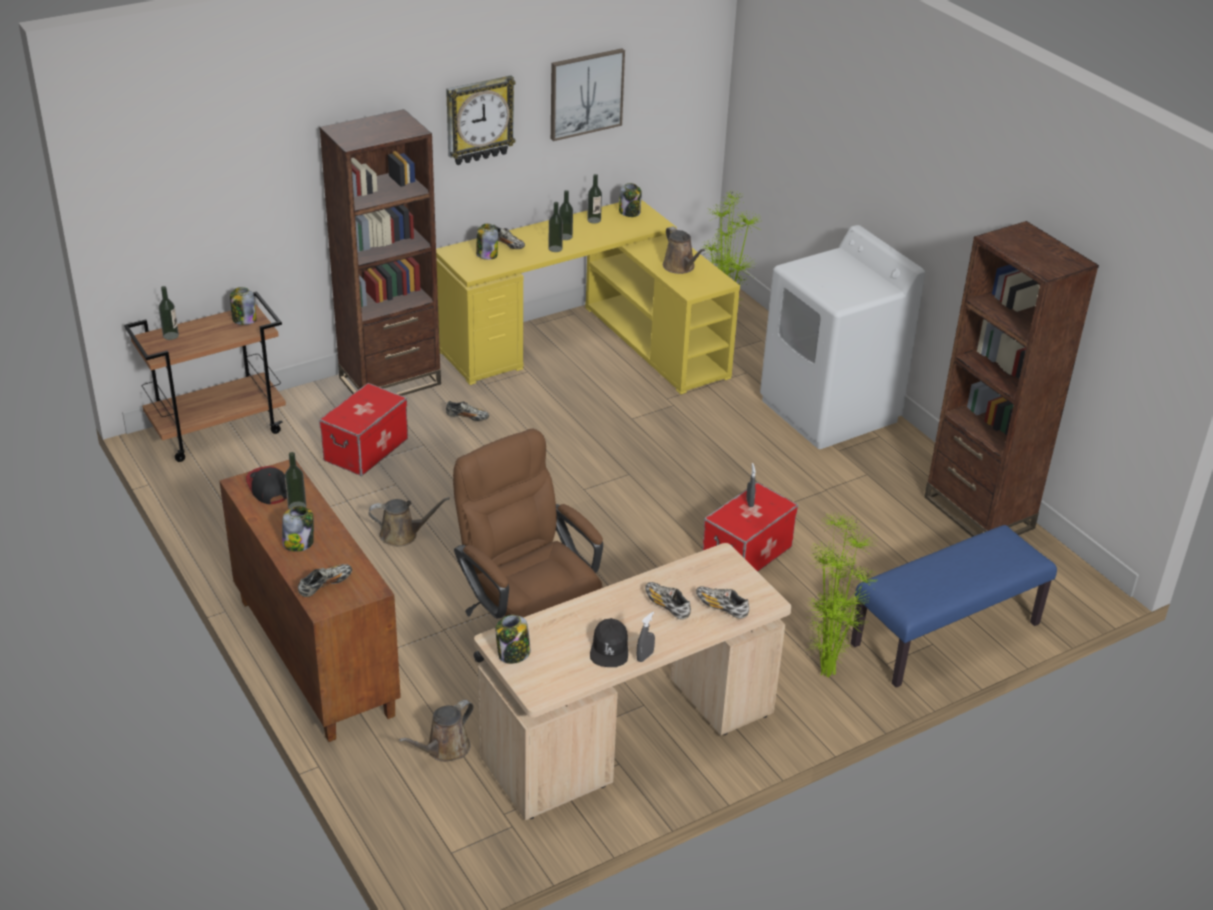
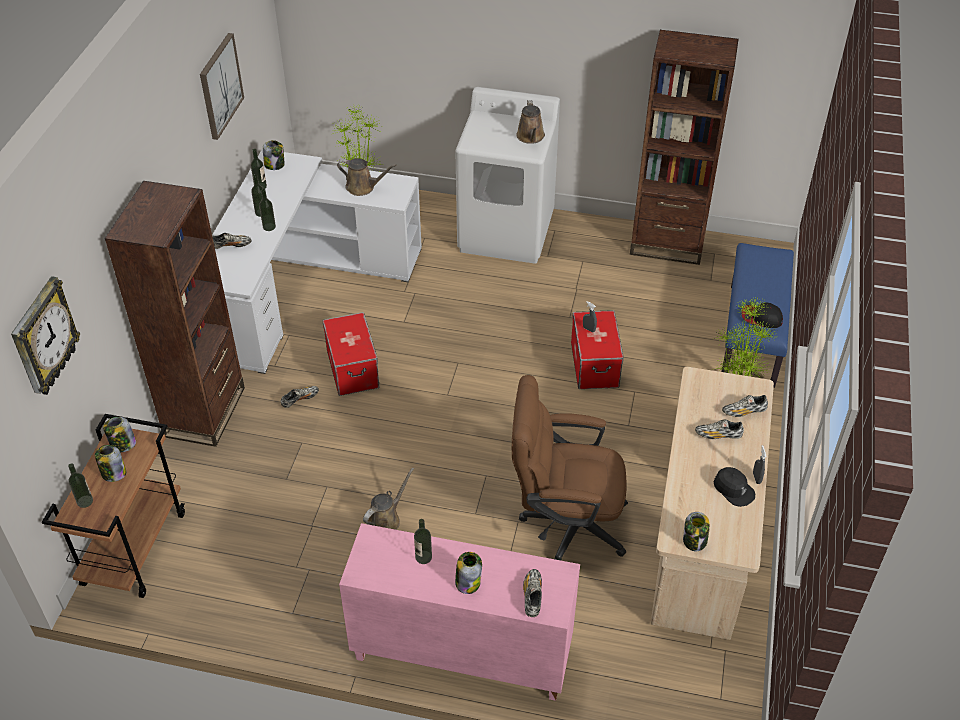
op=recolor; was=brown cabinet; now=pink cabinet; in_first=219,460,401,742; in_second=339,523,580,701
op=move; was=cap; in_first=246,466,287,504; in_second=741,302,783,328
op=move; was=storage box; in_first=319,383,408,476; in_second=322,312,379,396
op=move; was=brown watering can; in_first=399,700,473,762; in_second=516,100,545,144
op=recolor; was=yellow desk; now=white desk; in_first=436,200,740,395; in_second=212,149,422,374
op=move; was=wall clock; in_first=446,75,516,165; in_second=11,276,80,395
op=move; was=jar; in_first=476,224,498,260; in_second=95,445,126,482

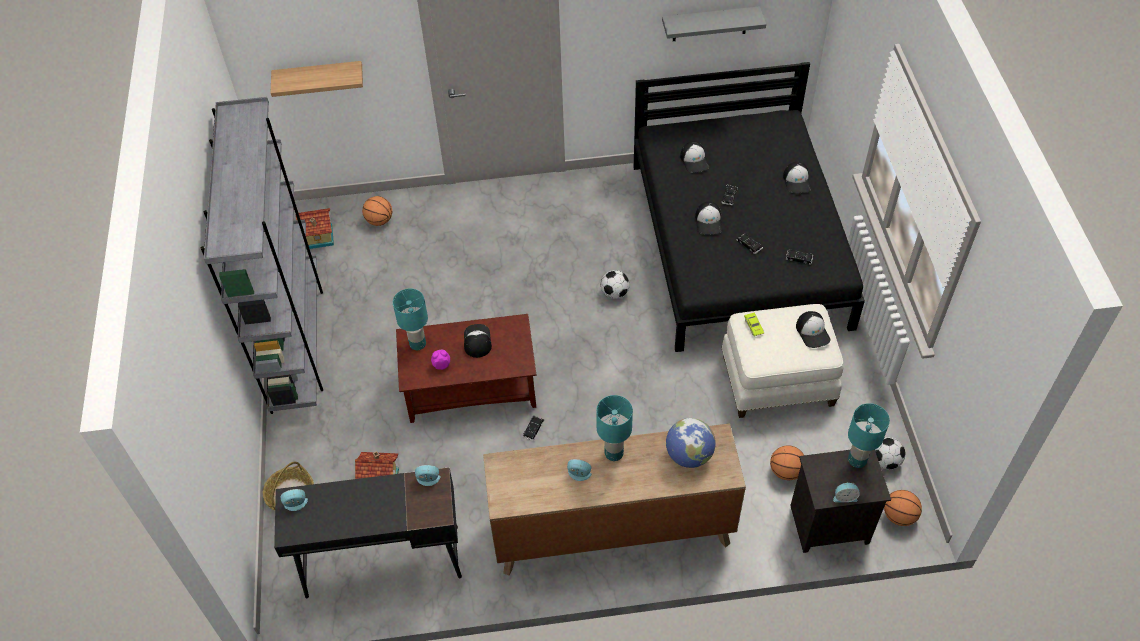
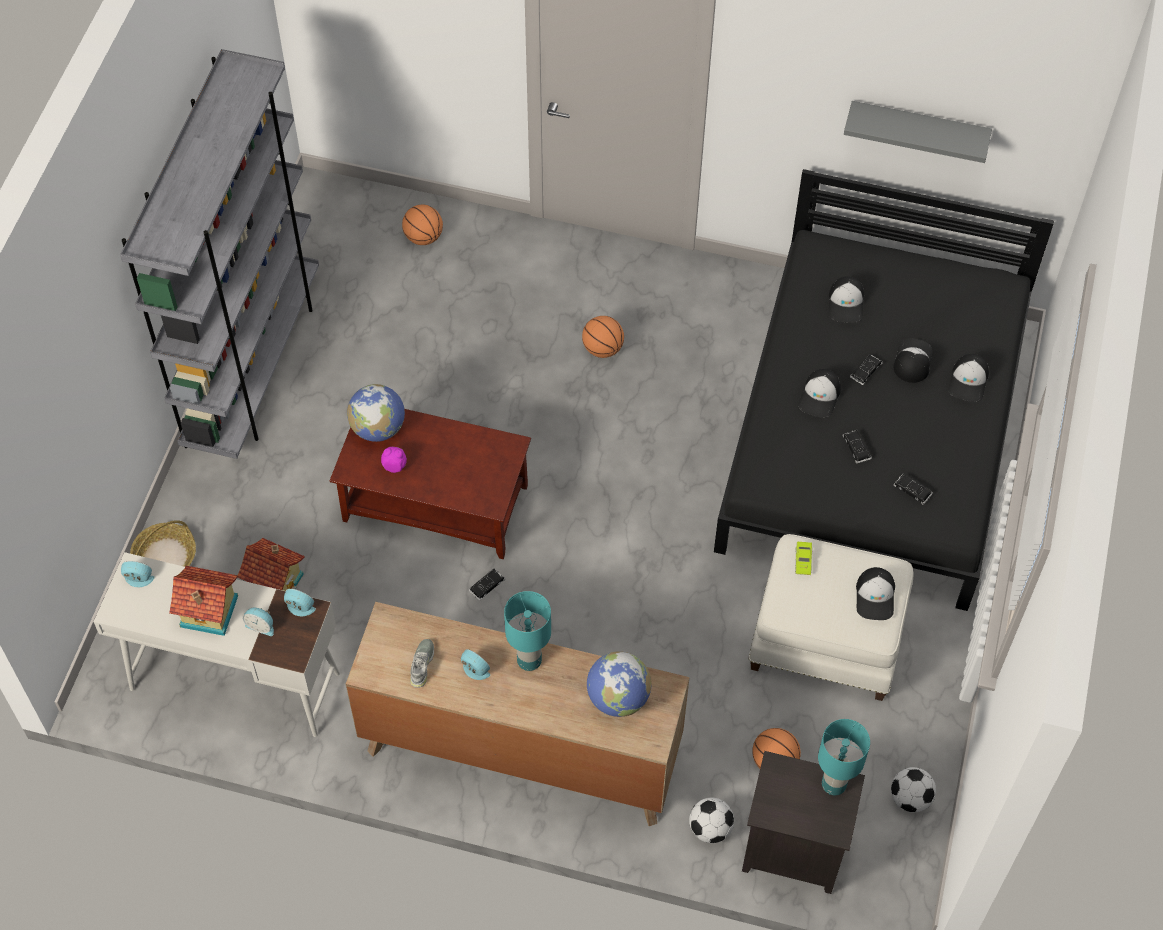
op=delete; was=shelf; in_first=271,61,363,97
op=recolor; was=black desk; now=white desk; in_first=274,467,462,598; in_second=94,552,340,737
op=move; was=toy house; in_first=296,208,334,250; in_second=169,566,238,636
op=replace; was=turquoise table lamp; now=globe; in_first=393,289,428,350; in_second=347,384,405,442
op=move; was=cap; in_first=464,324,492,358; in_second=893,338,933,383
op=move; was=football; in_first=601,270,630,299; in_second=689,797,734,843
op=move; was=alarm clock; in_first=833,482,860,502; in_second=243,608,274,636
op=move; was=basketball; in_first=884,490,922,526; in_second=582,316,624,358
op=insert; now=grey shoe; in_second=410,639,434,688

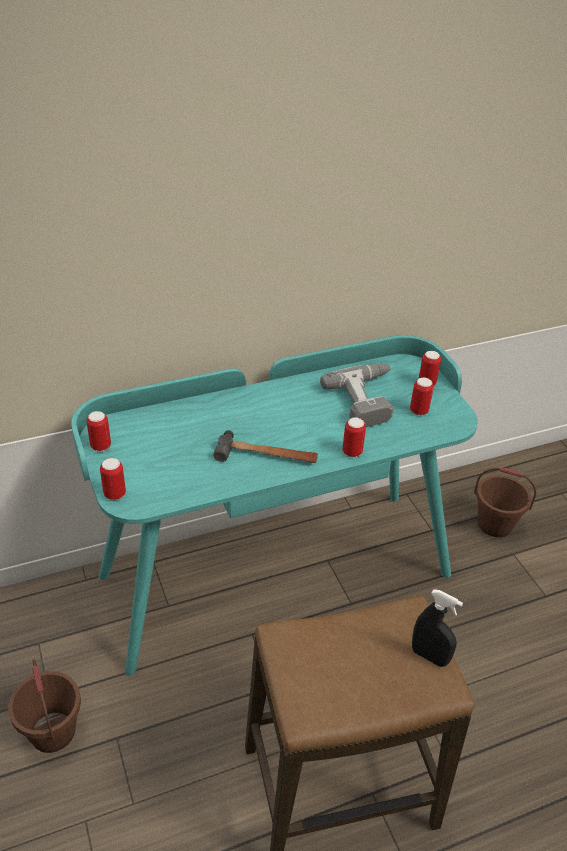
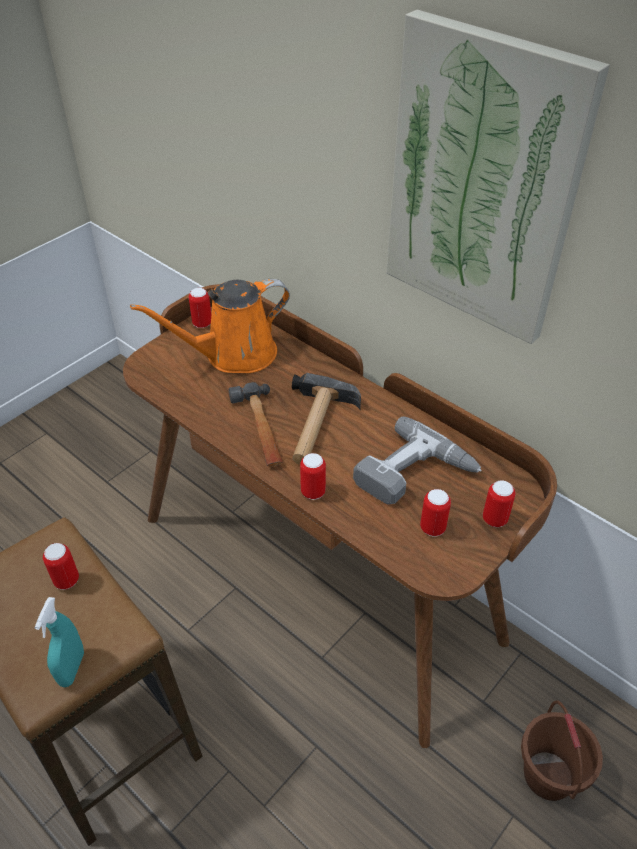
op=delete; was=brown bucket; in_first=8,659,81,753
op=recolor; was=turquoise desk; now=brown desk; in_first=71,335,478,676; in_second=123,284,557,748
op=move; was=can; in_first=100,458,126,500; in_second=43,543,79,590
op=recolor; was=black spray bottle; now=turquoise spray bottle; in_first=412,589,463,667; in_second=34,597,84,687
op=insert; now=orange watering can; in_second=130,279,290,373
op=insert; now=hammer; in_second=292,373,361,465
op=insert; now=picture; in_second=386,9,610,344

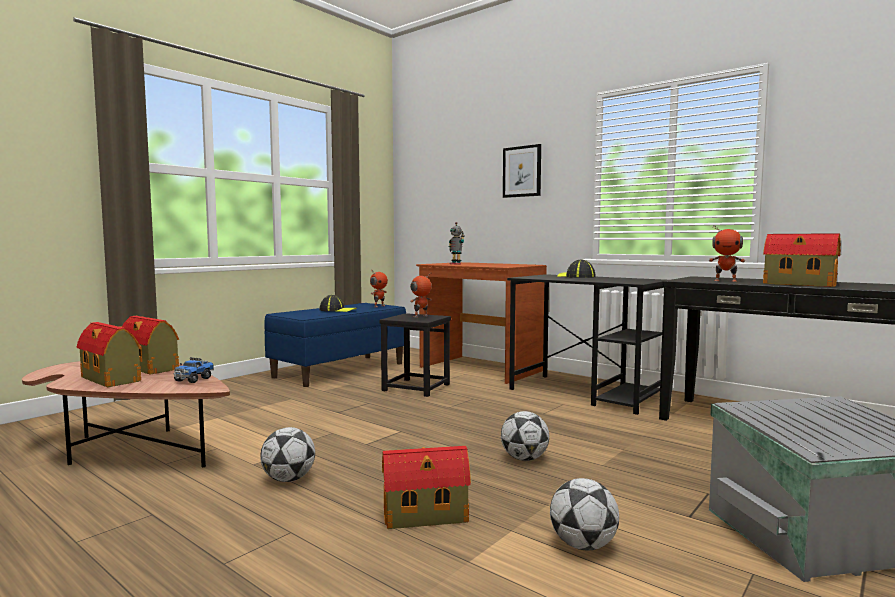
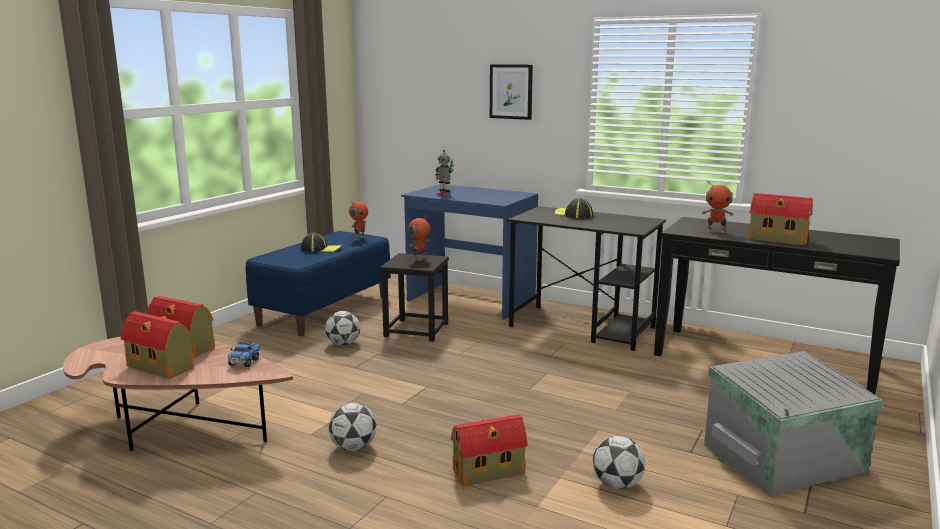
op=recolor; was=brown desk; now=blue desk; in_first=416,262,547,384; in_second=401,184,538,320
op=move; was=football; in_first=501,411,549,461; in_second=325,311,360,346

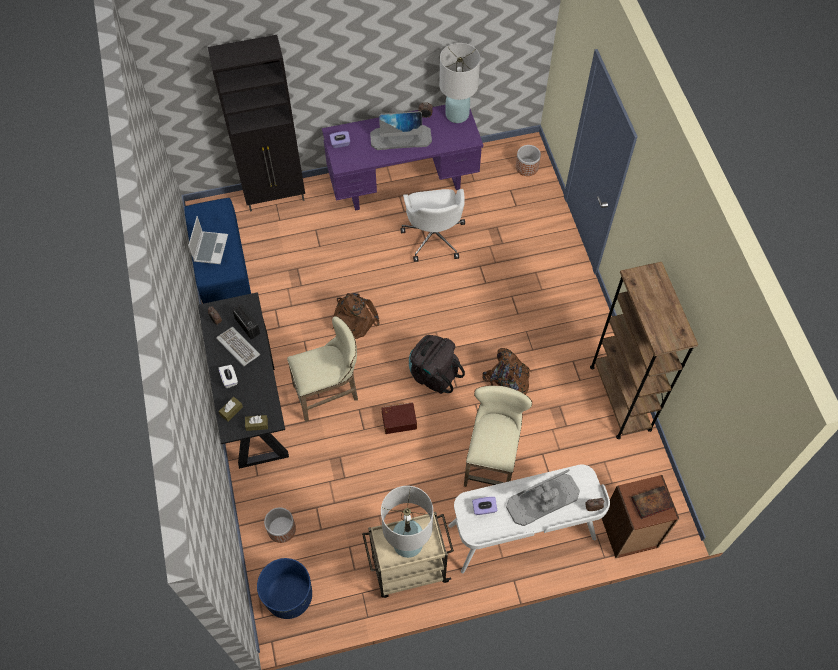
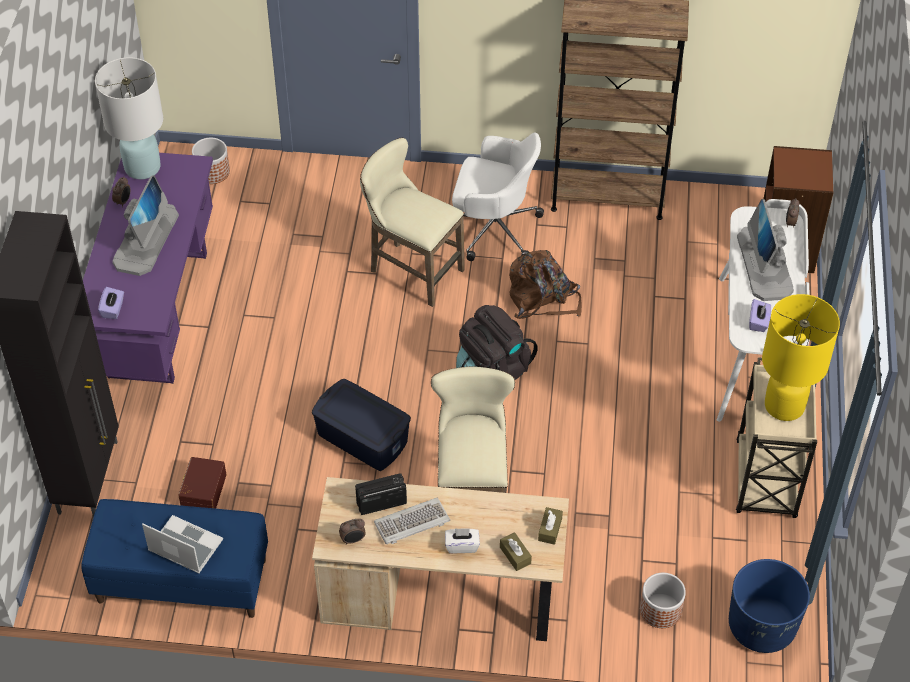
op=recolor; was=black desk; now=beige desk; in_first=198,292,289,469; in_second=312,477,569,641
op=replace; was=brown backpack; now=blue storage box; in_first=332,293,380,339; in_second=312,379,411,471
op=move; was=brown storage box; in_first=381,402,417,434; in_second=178,457,226,509
op=recolor; was=white table lamp; now=yellow table lamp; in_first=381,486,433,558; in_second=762,294,840,421
op=move; was=white office chair; in_first=400,189,465,262; in_second=452,133,544,261
op=move; was=beige stool; in_first=464,385,532,487; in_second=360,138,465,307
op=delete; was=book; in_first=631,486,674,519

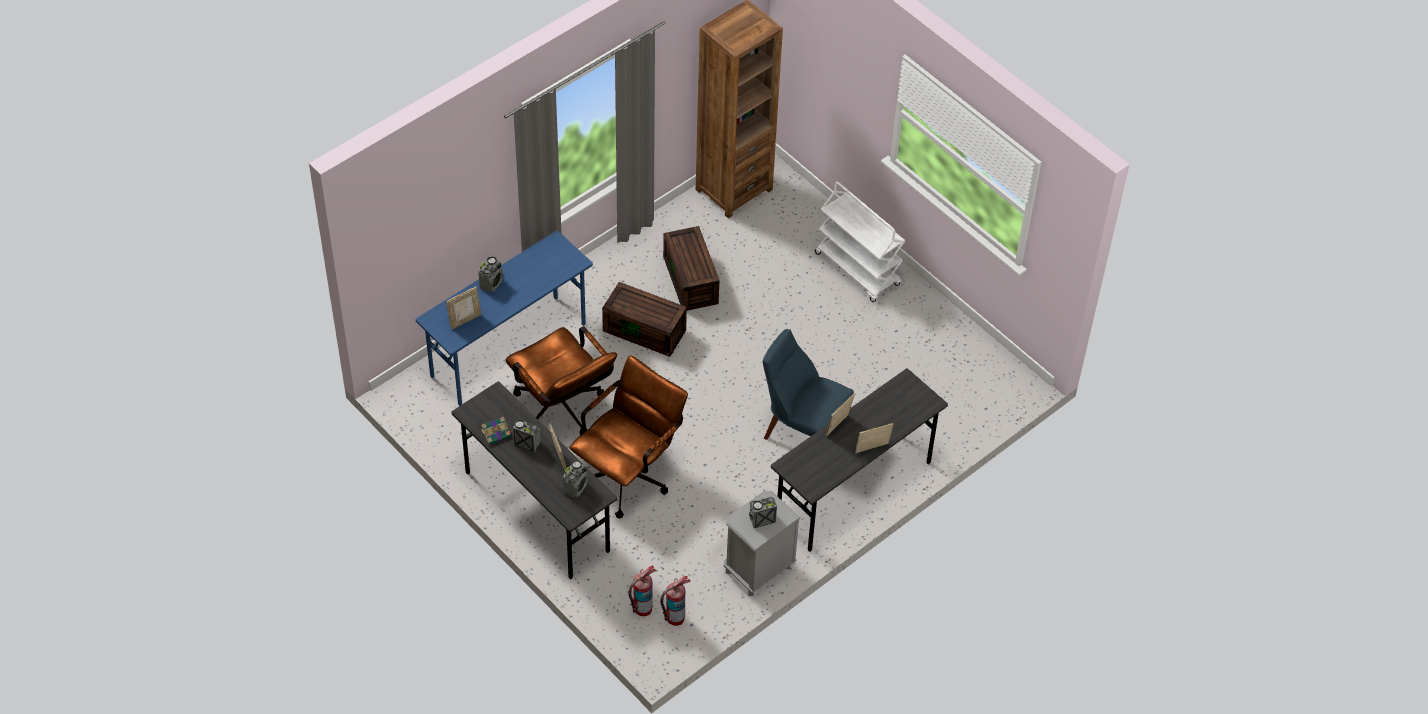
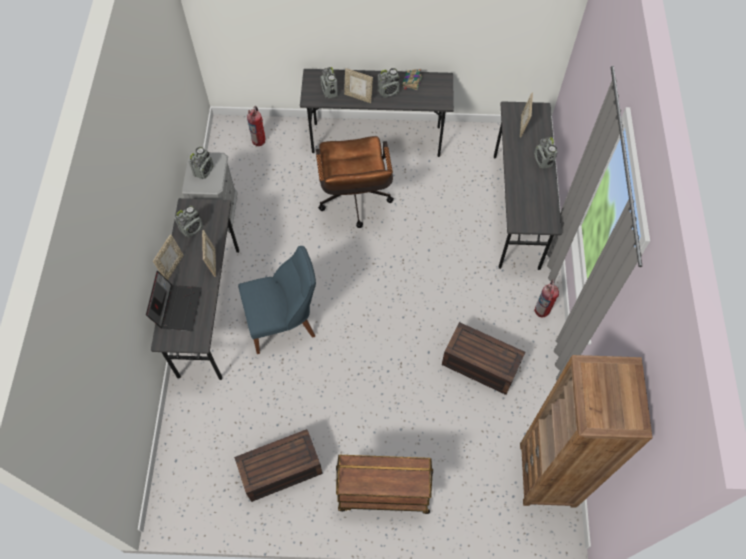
op=recolor; was=blue desk; now=grey desk; in_first=416,231,593,406; in_second=494,101,562,270
op=delete; was=brown office chair; in_first=506,326,617,435
op=move; was=brown storage box; in_first=602,282,687,357; in_second=234,429,323,502
op=move; was=fire extinguisher; in_first=660,576,691,626; in_second=534,279,559,317
op=recolor; was=white cart; now=brown cart; in_first=815,182,905,302; in_second=336,455,433,514
op=insert; now=laptop; in_second=146,271,202,331
op=insert; now=radio; in_second=175,205,203,238

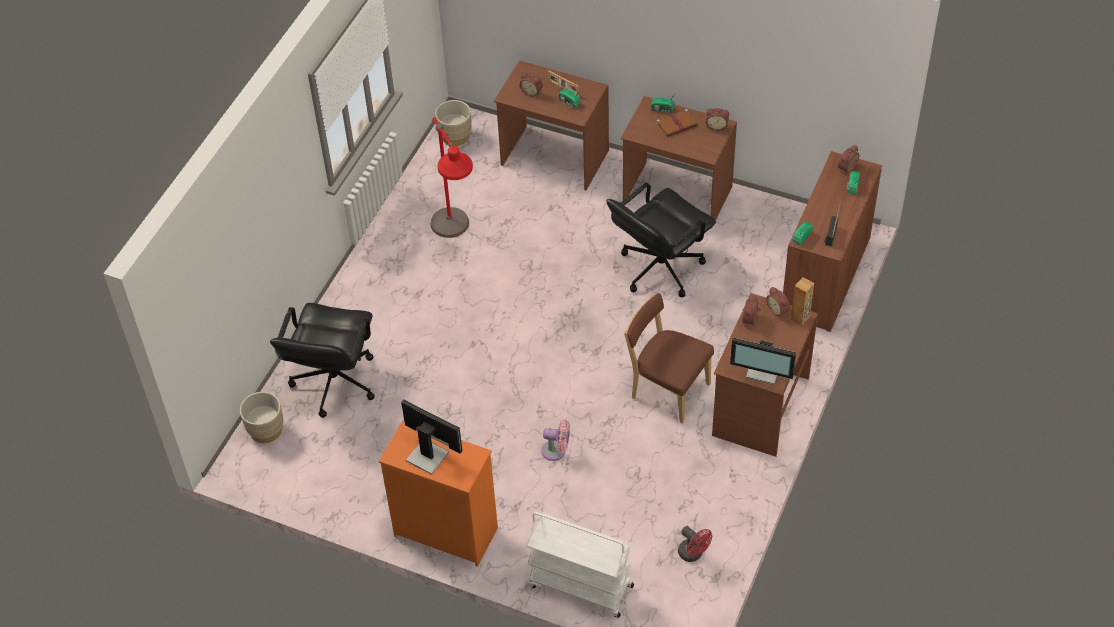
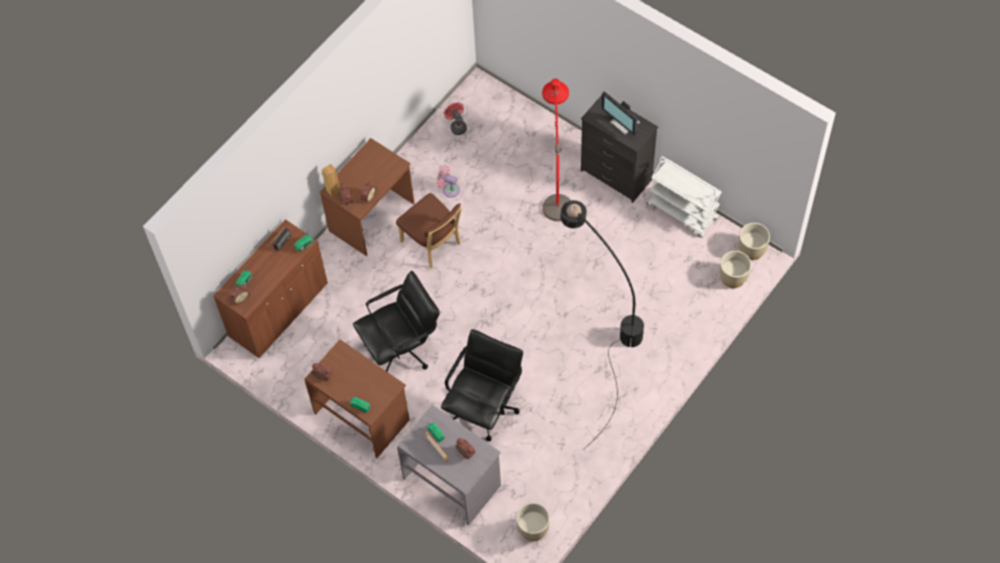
op=move; was=black office chair; in_first=270,303,375,418; in_second=441,329,523,441
op=recolor; was=orange dresser; now=black dresser; in_first=379,420,498,567; in_second=581,95,658,203
op=move; was=red floor lamp; in_first=431,117,473,238; in_second=542,79,571,221
op=recolor; was=brown desk; now=grey desk; in_first=494,60,609,190; in_second=397,405,501,526
op=move; was=white cart; in_first=526,512,634,618; in_second=647,156,722,238
op=move; was=pink fan; in_first=541,419,570,461; in_second=436,165,460,198
op=delete; was=brown book; in_first=656,109,698,137
op=delete; was=monitor; in_first=730,338,796,385
op=insert; now=black floor lamp; in_second=560,200,644,449
op=insert; now=beige planter; in_second=738,223,770,260

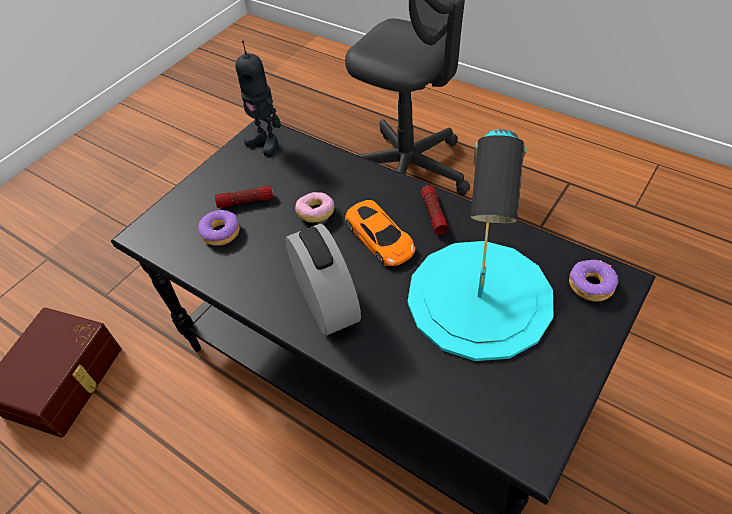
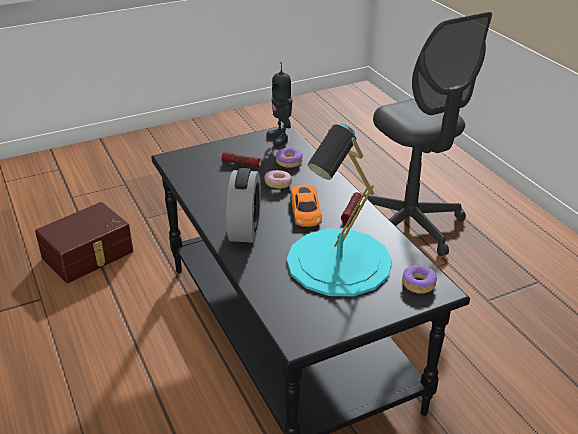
op=move; was=donut; in_first=198,210,240,246; in_second=276,148,303,168

